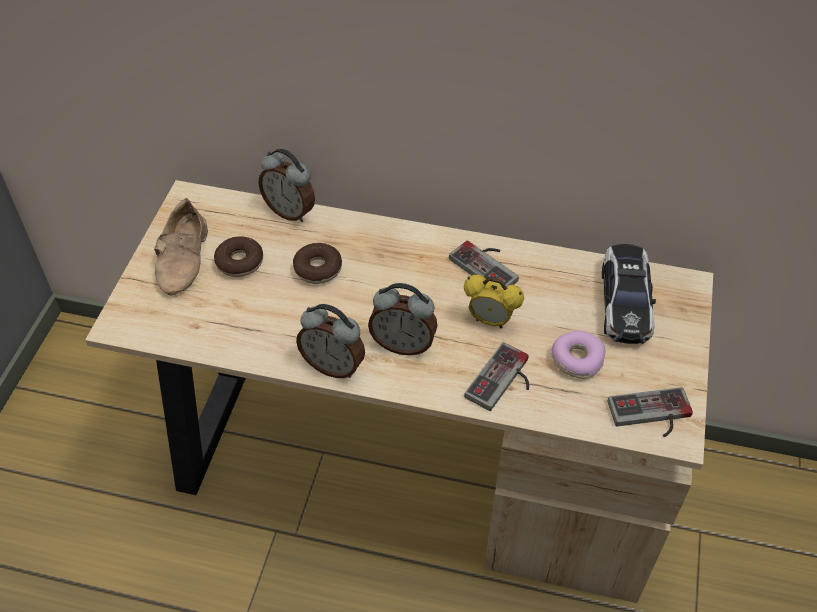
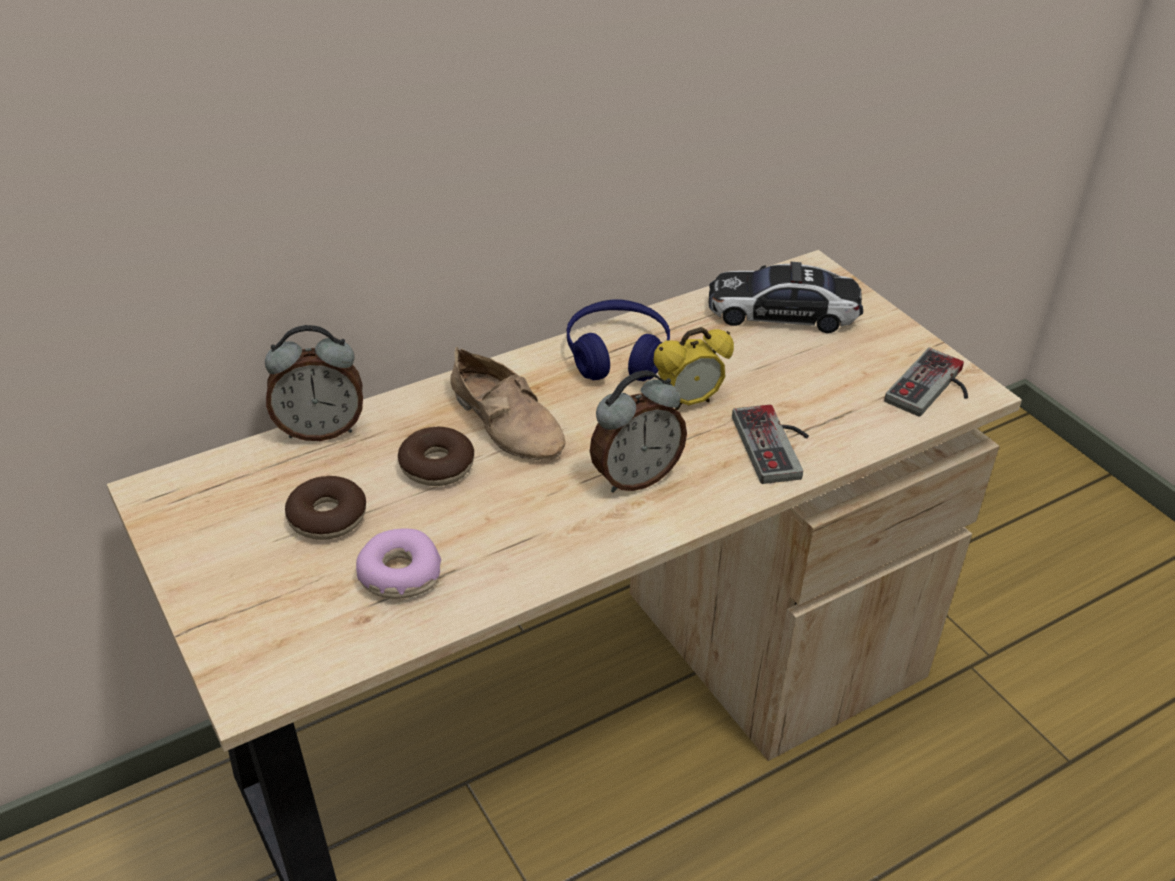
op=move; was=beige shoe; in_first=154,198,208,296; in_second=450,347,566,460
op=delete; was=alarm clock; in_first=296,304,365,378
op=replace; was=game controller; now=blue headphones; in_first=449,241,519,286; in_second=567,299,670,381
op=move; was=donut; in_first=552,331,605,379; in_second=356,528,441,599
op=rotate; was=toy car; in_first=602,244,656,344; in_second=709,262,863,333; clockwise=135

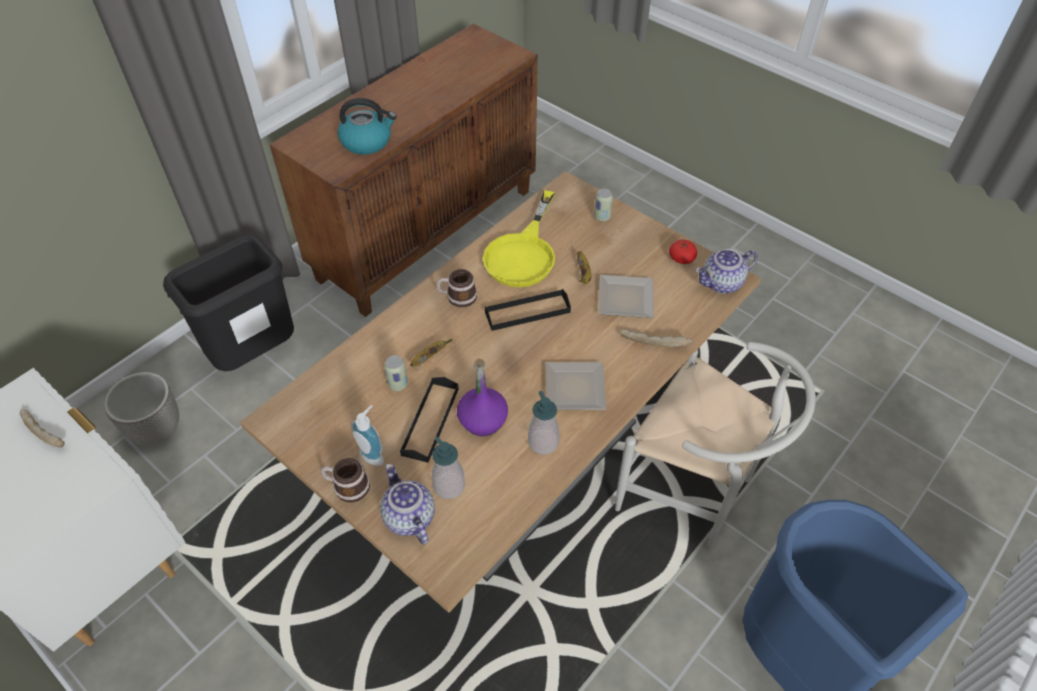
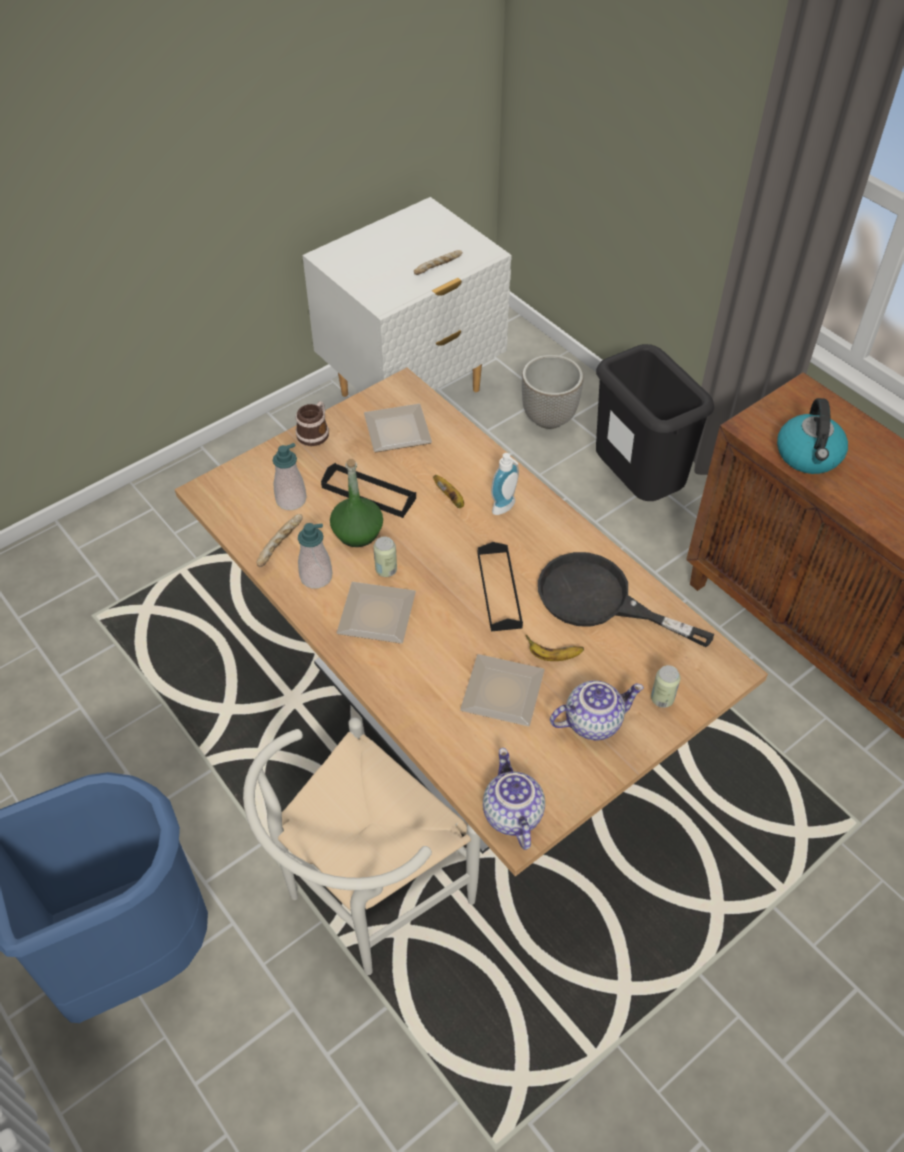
op=move; was=soap dispenser; in_first=351,405,384,466; in_second=491,453,519,515
op=move; was=teapot; in_first=380,463,435,545; in_second=550,681,644,740
op=move; was=can; in_first=384,355,408,391; in_second=373,536,397,577
op=delete; was=mug; in_first=437,269,477,307
op=recolor; was=purple bottle; now=green bottle; in_first=457,358,508,436; in_second=330,459,383,547
op=recolor; was=yellow frying pan; now=black frying pan; in_first=483,190,555,287; in_second=538,552,714,647
op=move; was=bread; in_first=620,329,693,347; in_second=256,514,303,567
op=delete; was=tomato; in_first=669,240,697,264
op=insert; now=plate; in_second=364,404,432,452

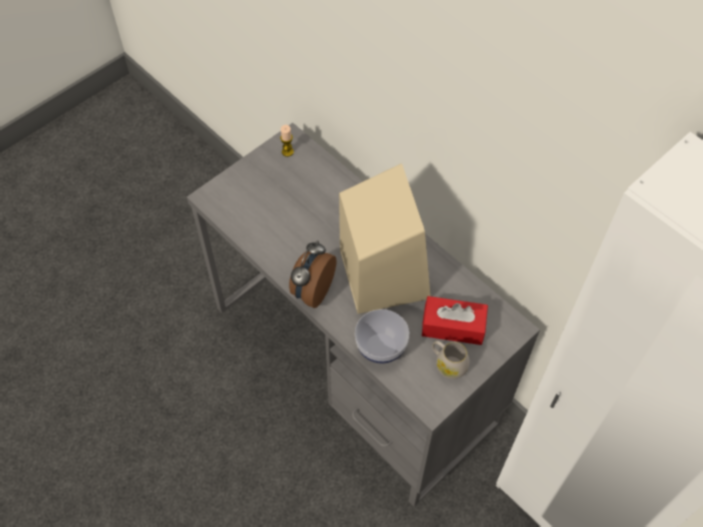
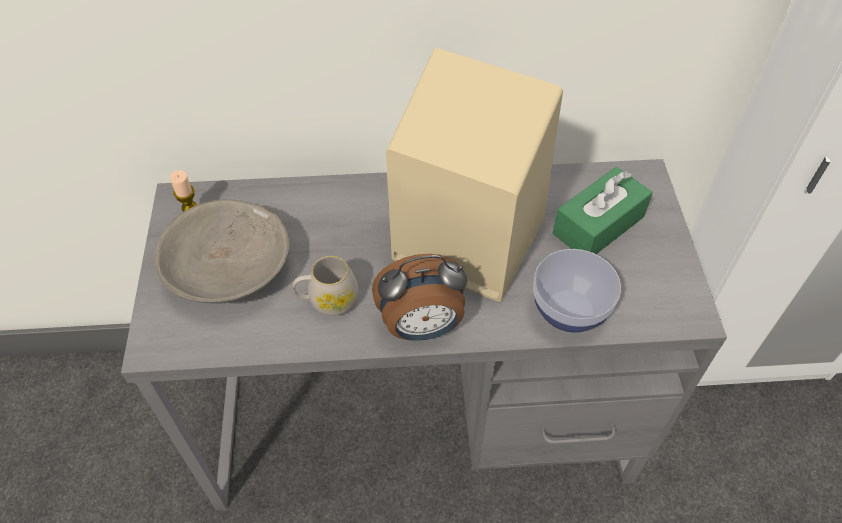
op=rotate; was=alarm clock; in_first=289,240,337,308; in_second=372,254,467,341; clockwise=-75
op=recolor; was=red tissue box; now=green tissue box; in_first=422,296,488,345; in_second=553,167,653,254
op=move; was=white mug; in_first=432,341,469,379; in_second=292,256,359,316
op=insert; now=grey bowl; in_second=153,199,290,304

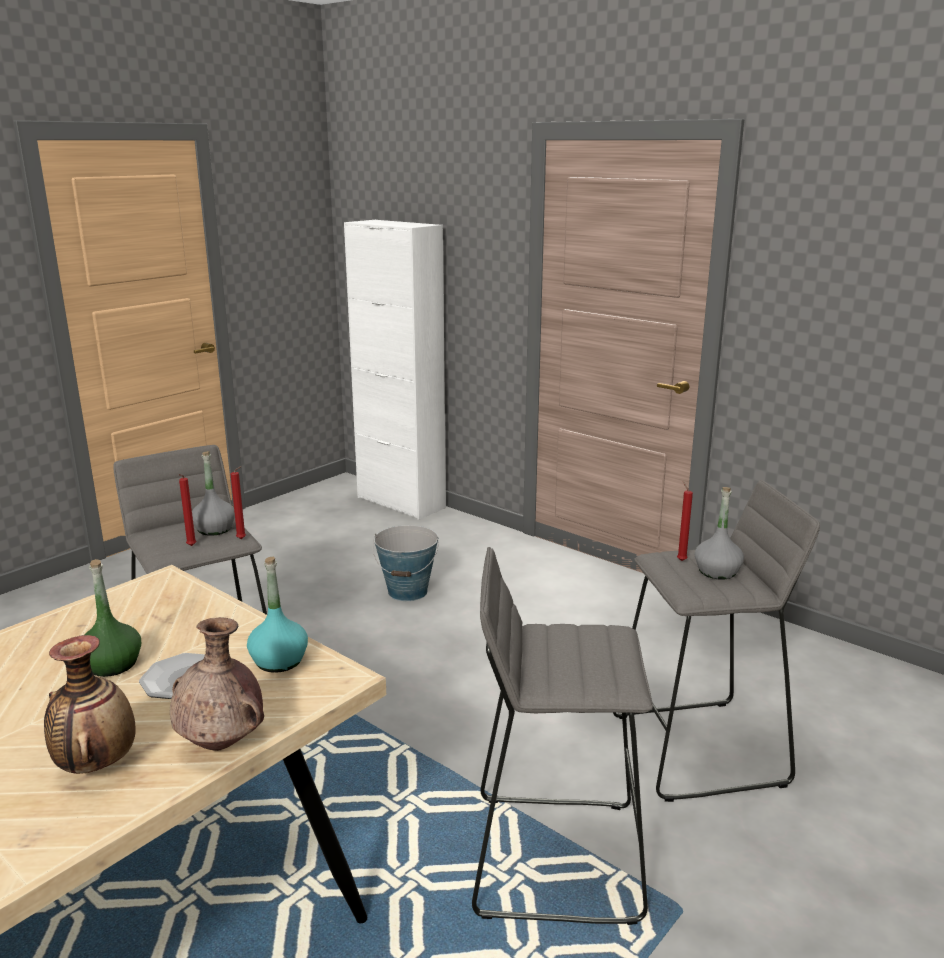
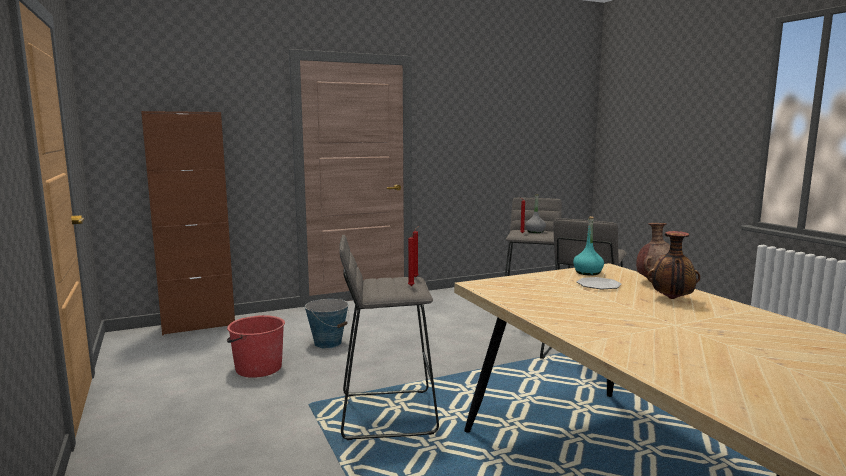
op=delete; was=green bottle; in_first=84,559,141,677
op=delete; was=grey bottle; in_first=192,451,235,536
op=recolor; was=white cabinet; now=brown cabinet; in_first=344,220,446,520; in_second=141,111,235,336
op=insert; now=red bucket; in_second=227,315,285,378

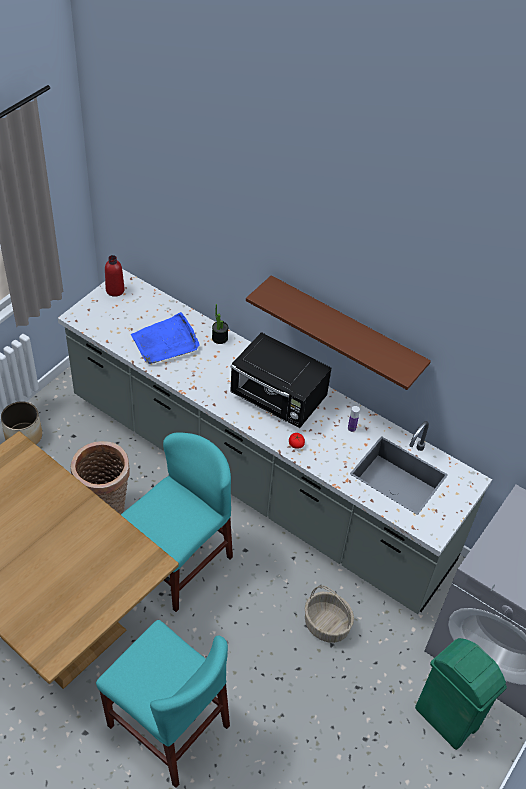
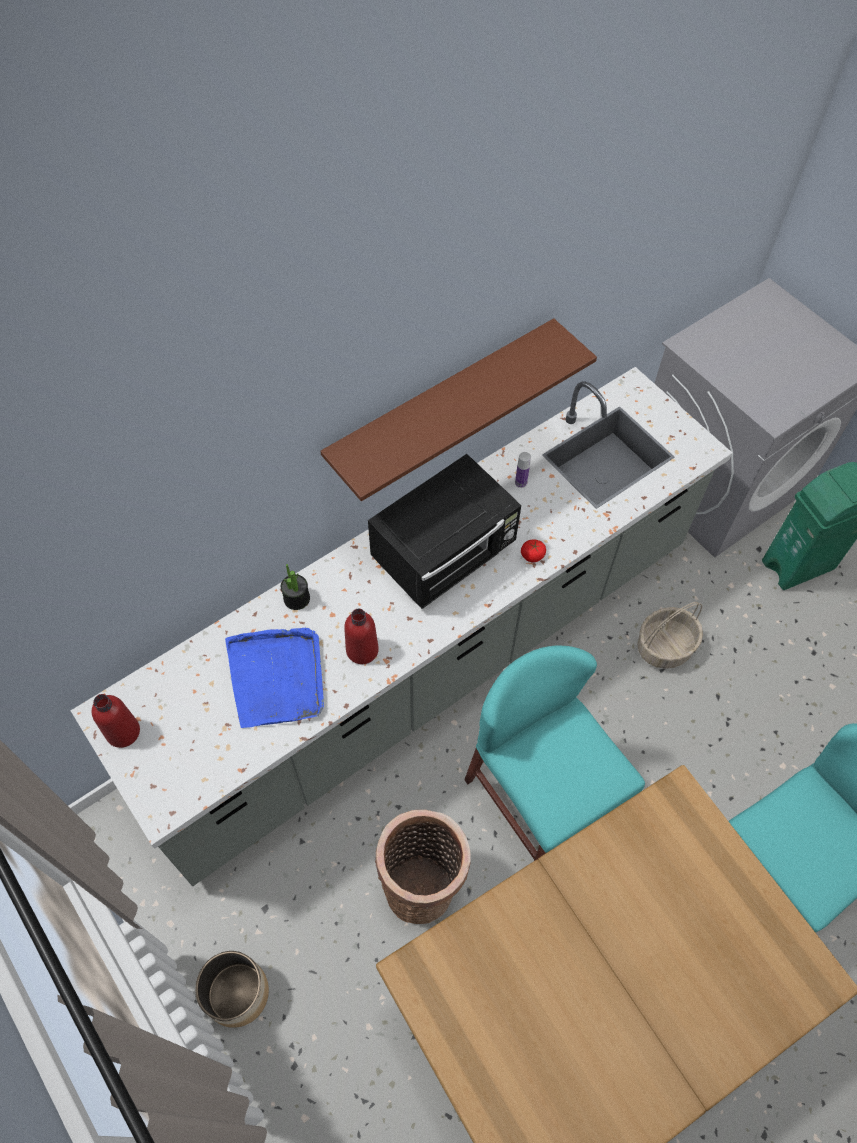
op=insert; now=red bottle; in_second=344,609,379,664

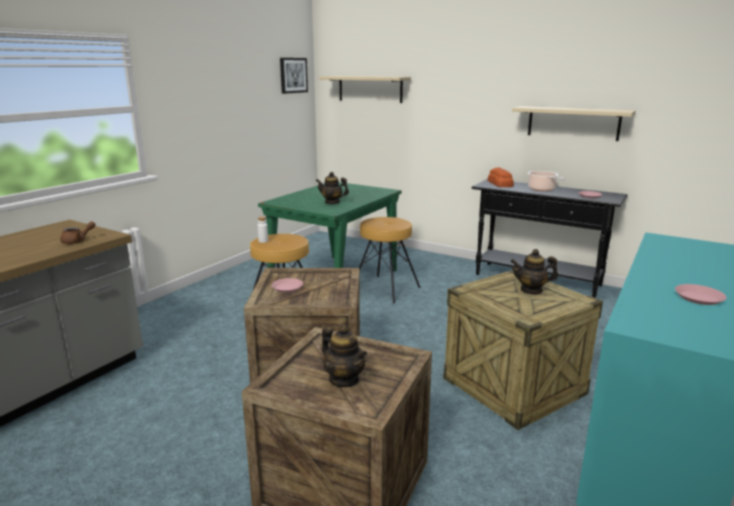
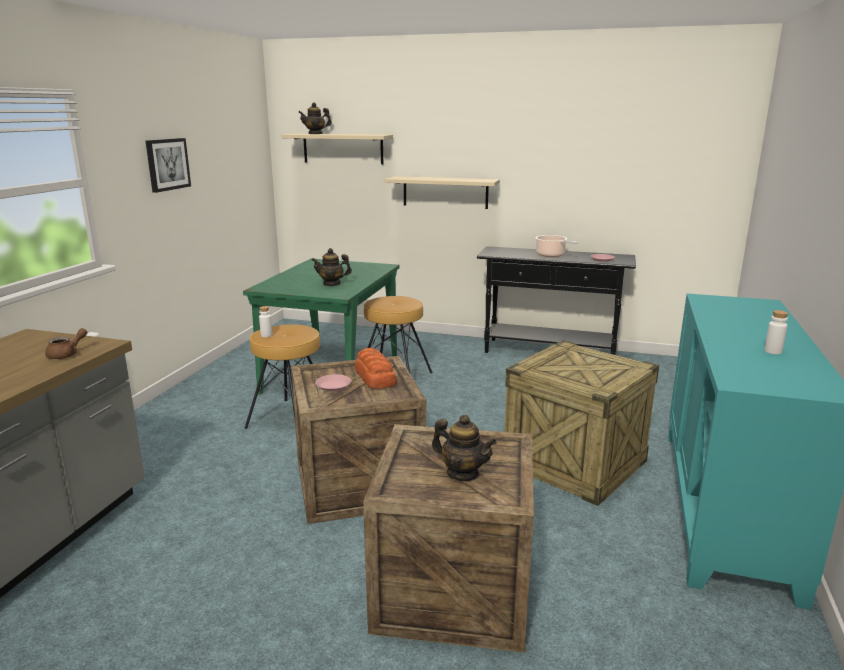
op=move; was=picture; in_first=280,58,308,94; in_second=146,138,191,193
op=move; was=bread; in_first=487,168,514,187; in_second=355,348,397,389
op=move; was=teapot; in_first=510,249,558,295; in_second=298,102,332,134
op=move; was=beige shelf; in_first=512,106,636,141; in_second=385,176,500,209
op=replace; was=pink plate; now=white bottle; in_first=675,284,727,305; in_second=764,310,788,354

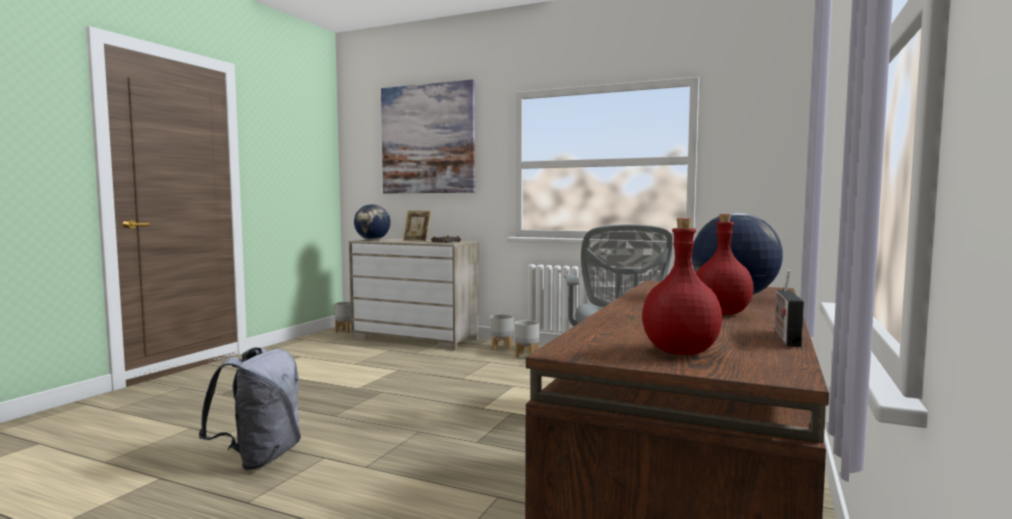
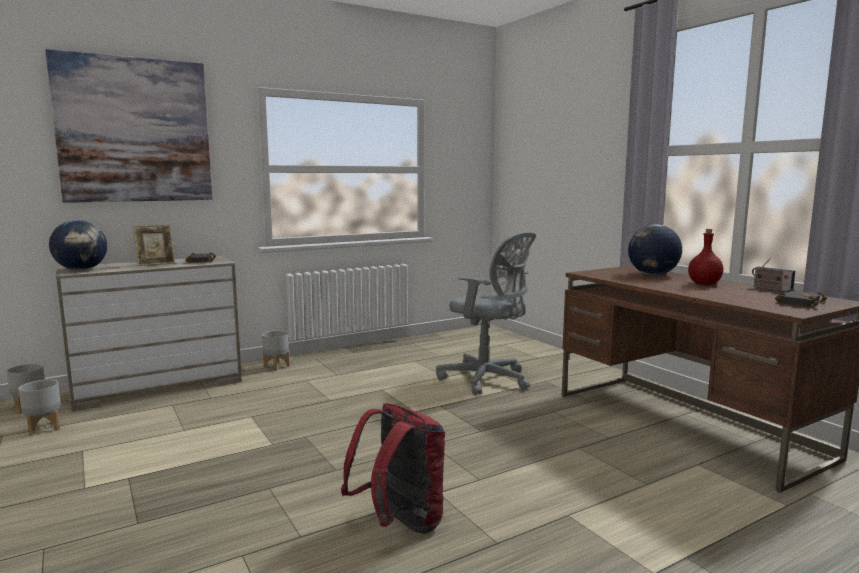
op=recolor; was=grey backpack; now=red backpack; in_first=198,347,301,470; in_second=341,403,445,534
op=move; was=grey planter; in_first=515,320,539,358; in_second=19,380,61,435
op=replace; was=red bottle; now=black book; in_first=642,218,722,355; in_second=775,289,827,308

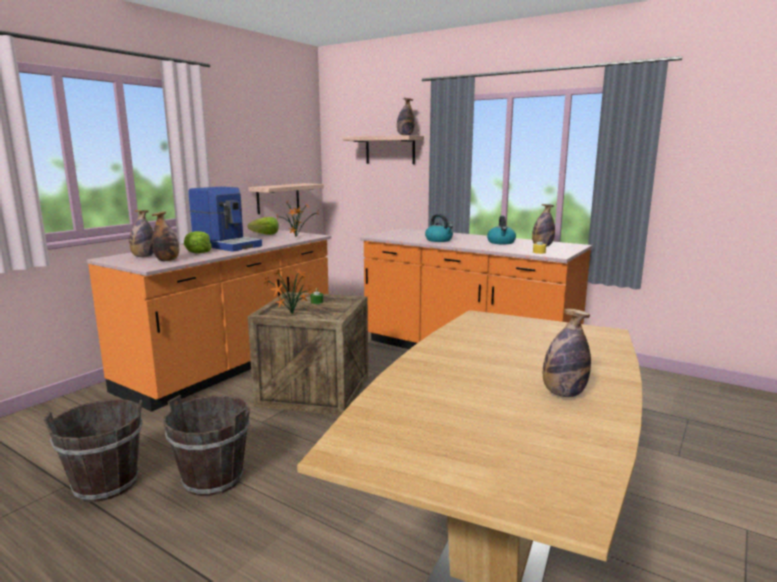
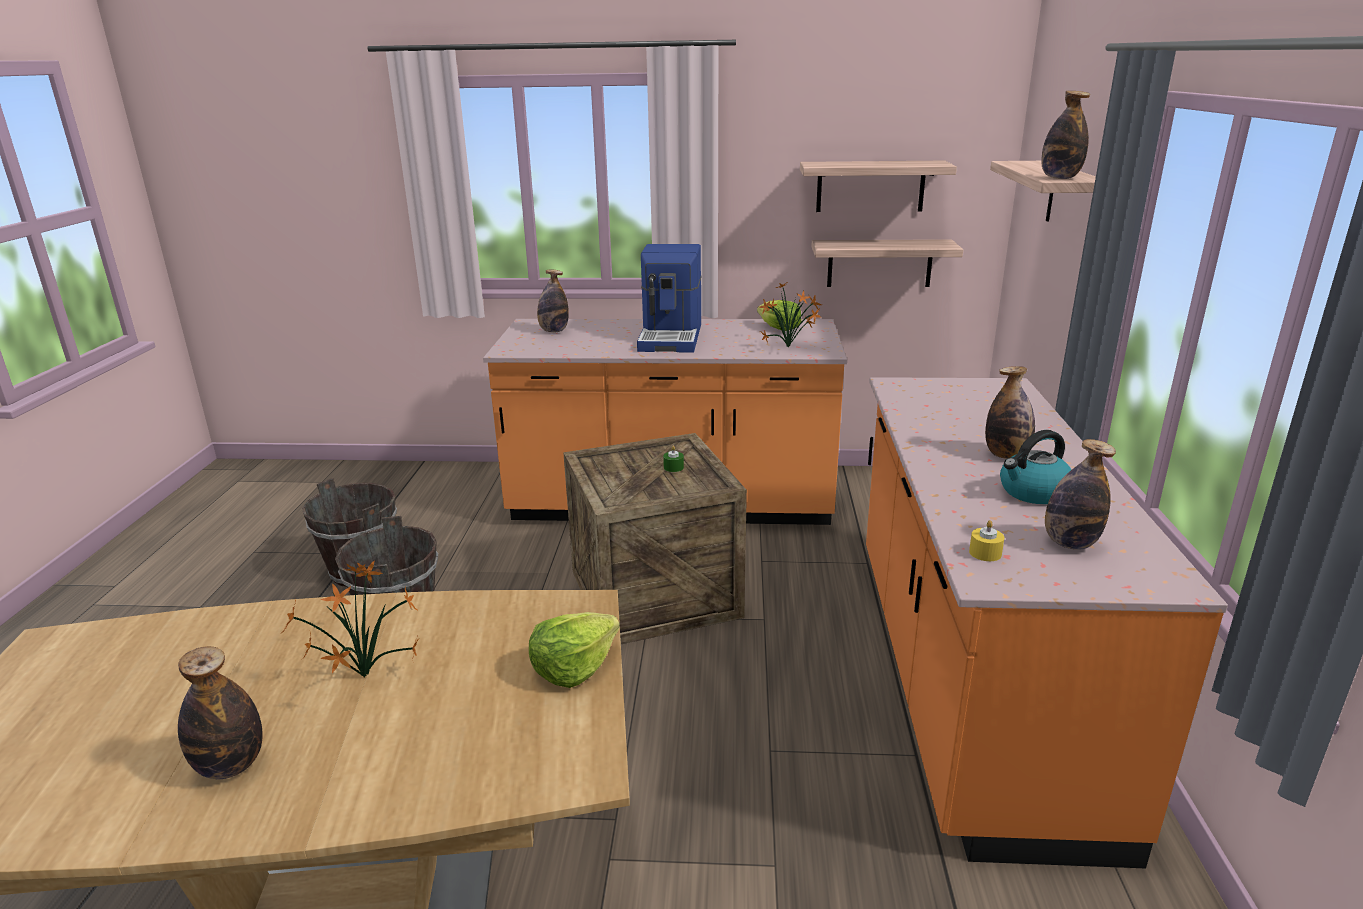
op=move; was=bottle; in_first=152,211,179,261; in_second=985,366,1035,459
op=move; was=lettuce; in_first=184,231,212,253; in_second=529,612,620,688
op=move; was=potted plant; in_first=264,268,314,314; in_second=283,561,420,677
op=delete; was=kettle; in_first=425,214,453,242
op=insert; now=shelf; in_second=800,161,957,212

